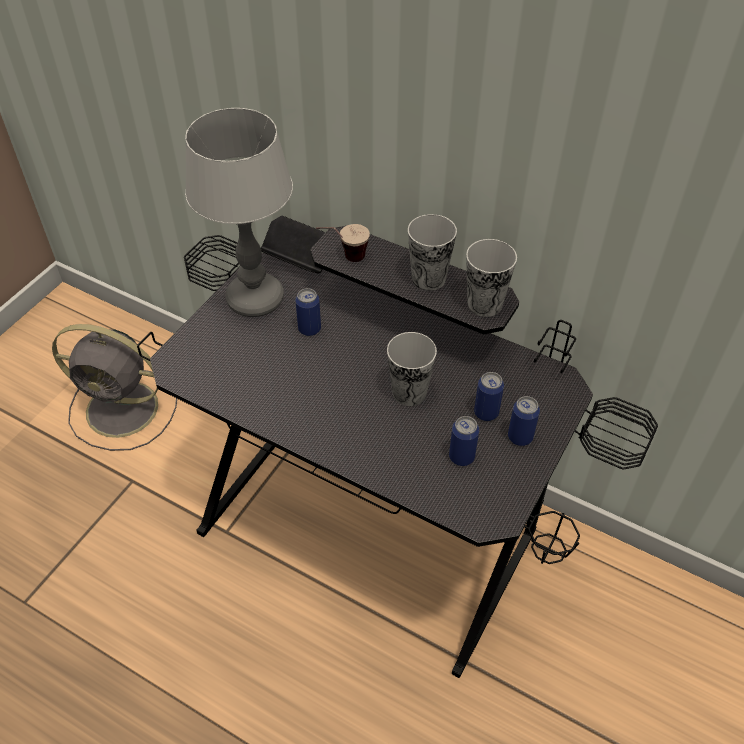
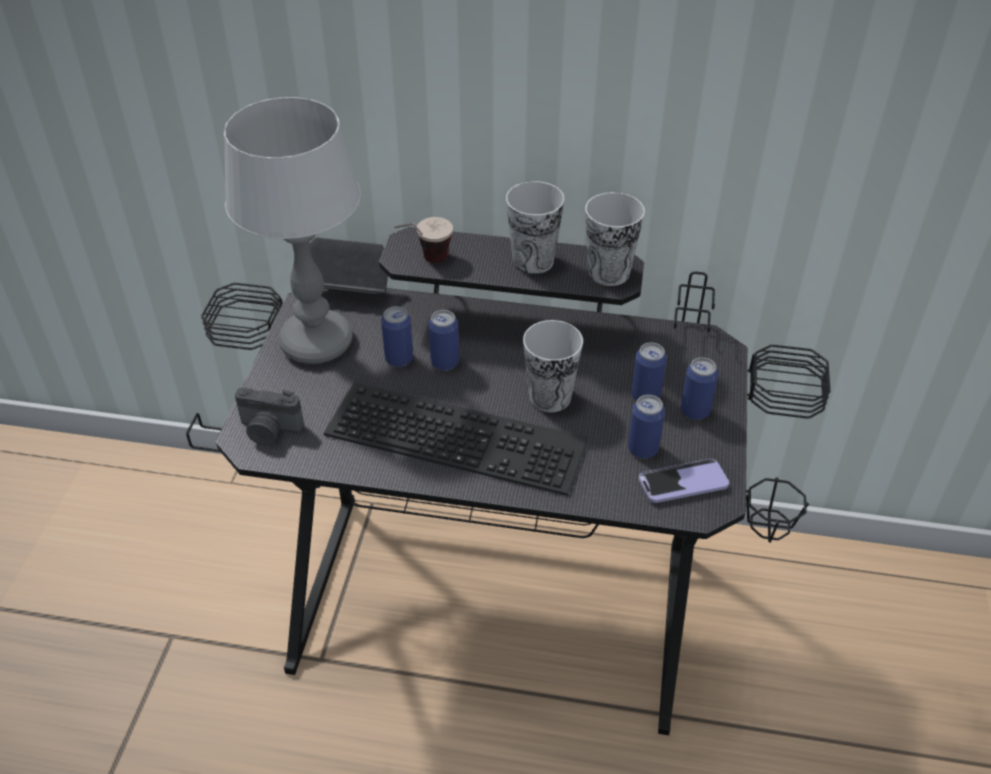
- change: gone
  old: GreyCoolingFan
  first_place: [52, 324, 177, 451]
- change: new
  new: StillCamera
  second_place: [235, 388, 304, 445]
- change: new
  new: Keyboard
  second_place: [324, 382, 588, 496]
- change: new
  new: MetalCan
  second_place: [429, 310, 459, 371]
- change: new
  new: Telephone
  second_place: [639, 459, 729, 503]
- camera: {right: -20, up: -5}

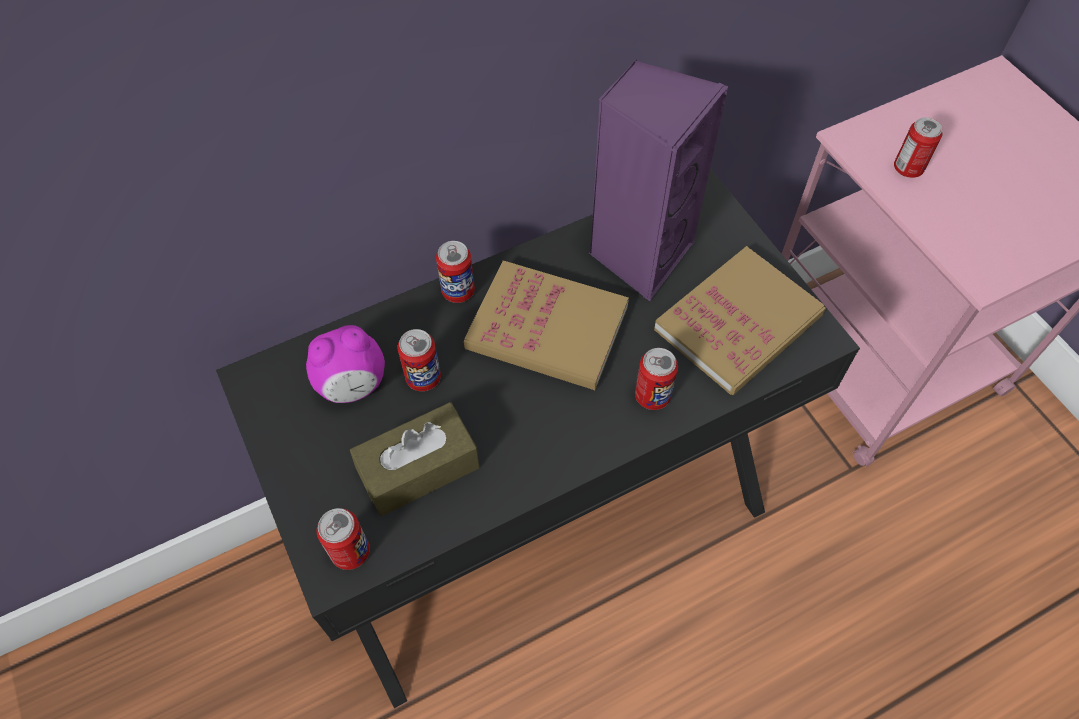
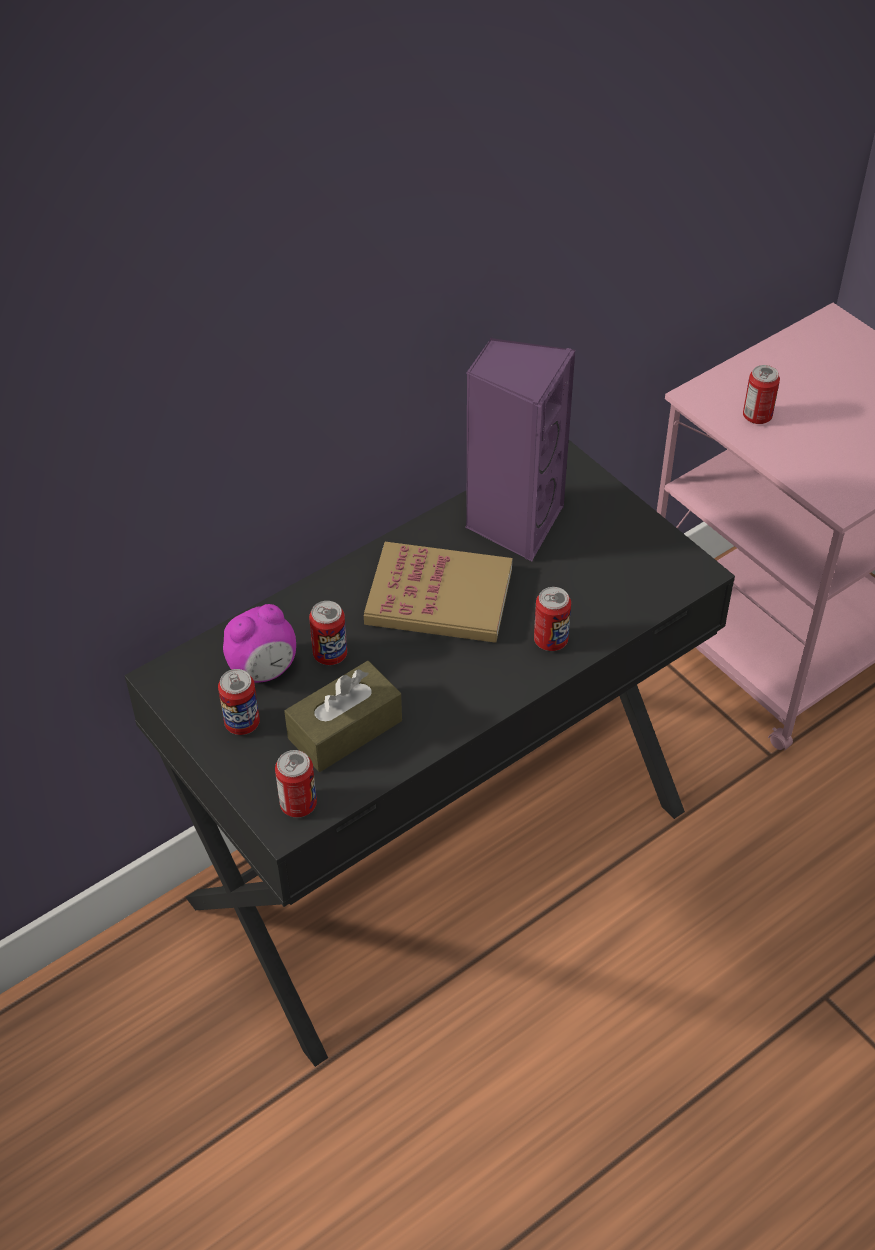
- change: shifted
  old: MetalCan
  first_place: [436, 241, 475, 303]
  second_place: [218, 669, 260, 735]
- change: gone
  old: Volume
  first_place: [654, 246, 826, 395]
- camera: {right: -10, up: -10}

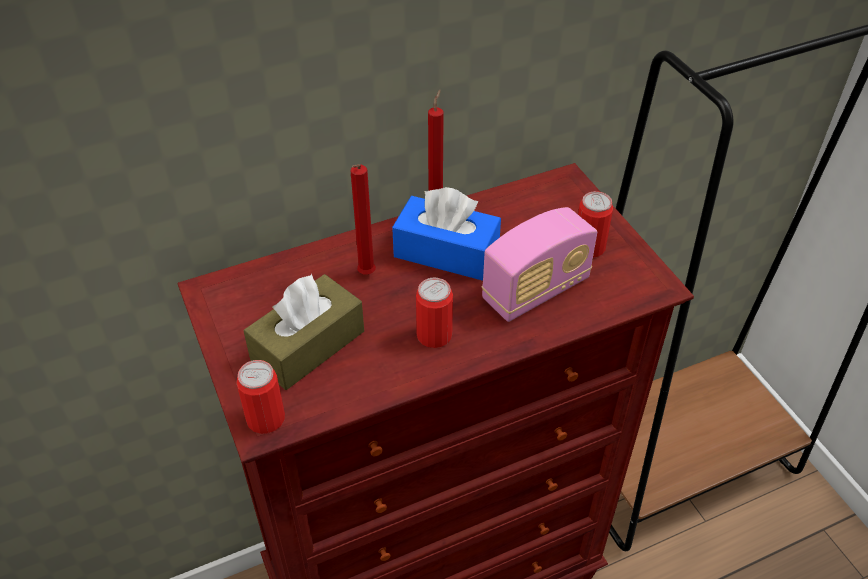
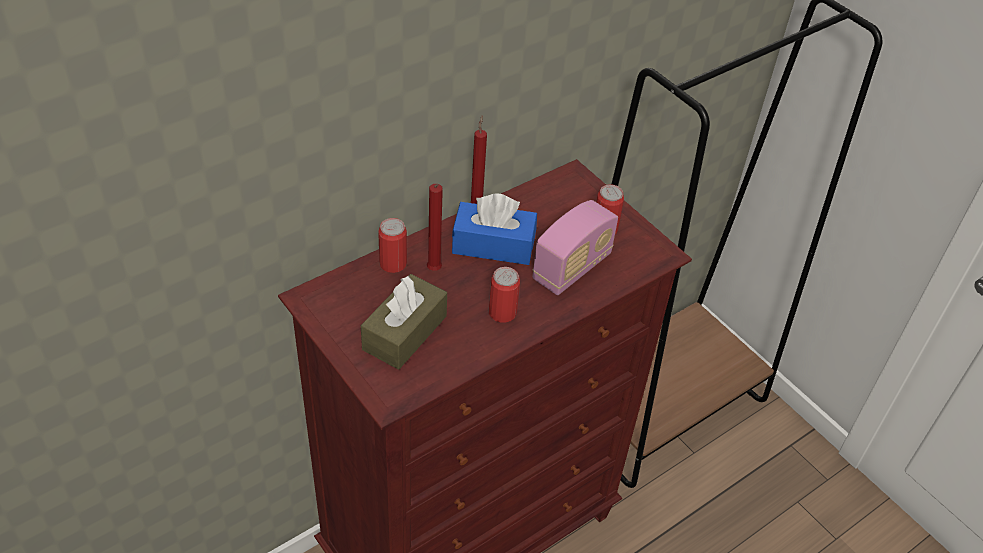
- change: shifted
  old: MetalCan
  first_place: [237, 360, 285, 434]
  second_place: [378, 218, 407, 273]
- camera: {right: -15, up: 0}

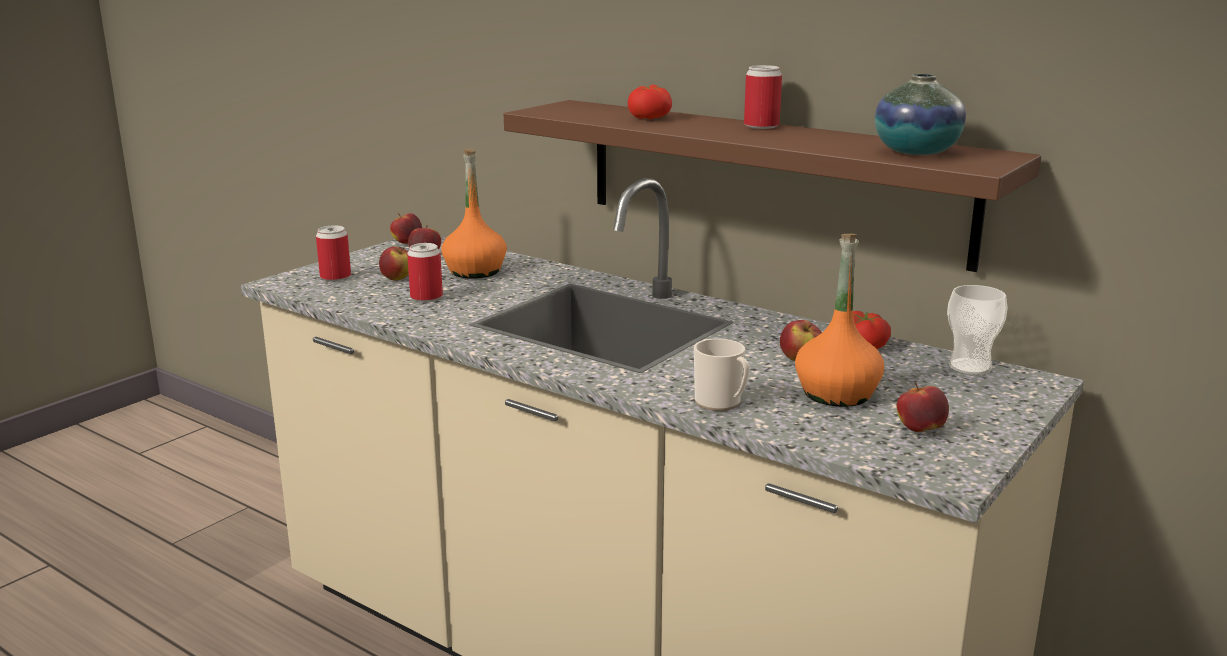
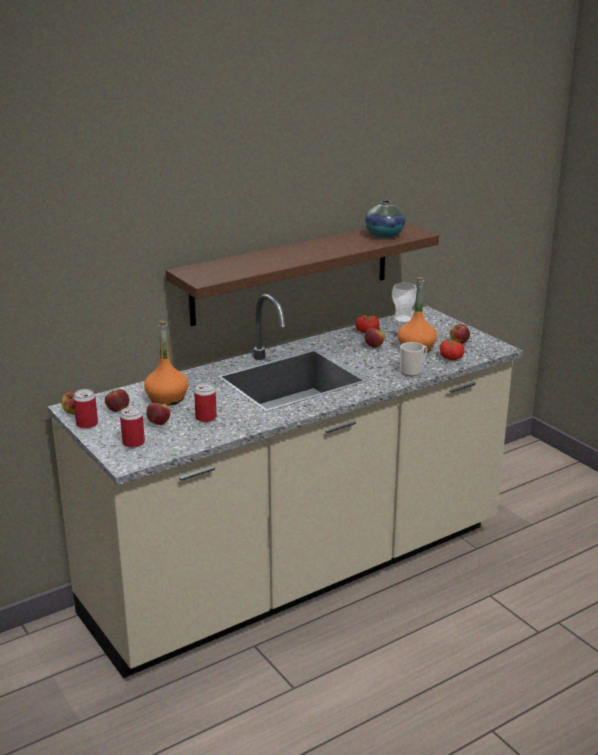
- change: shifted
  old: FreshTomato
  first_place: [628, 85, 672, 120]
  second_place: [440, 340, 464, 360]
- change: shifted
  old: MetalCan
  first_place: [744, 65, 782, 129]
  second_place: [73, 389, 98, 429]
- camera: {right: -70, up: 5}

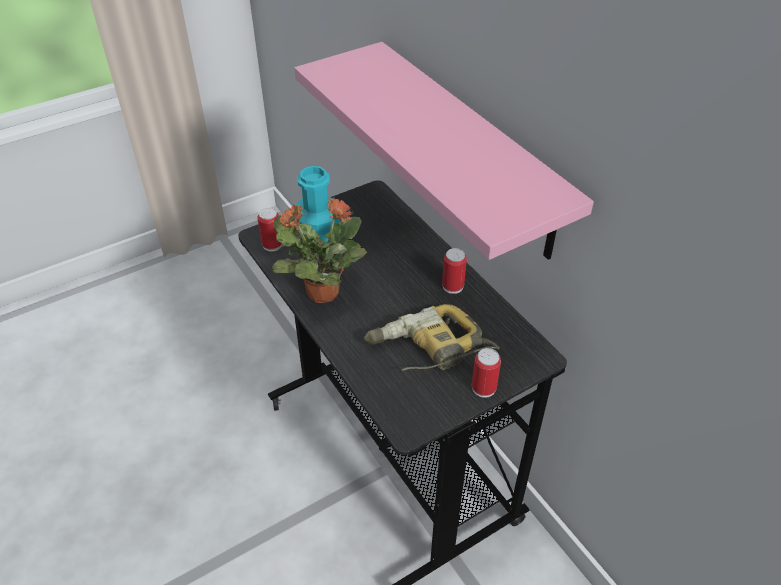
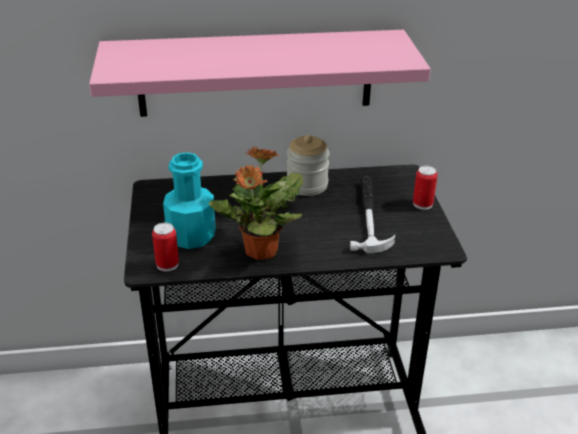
- change: swapped
  old: Drill
  new: ToolHammer
  first_place: [364, 304, 500, 370]
  second_place: [350, 176, 396, 253]
- change: swapped
  old: MetalCan
  new: Jar
  first_place: [442, 248, 467, 294]
  second_place: [287, 135, 330, 196]
- camera: {right: -65, up: -10}

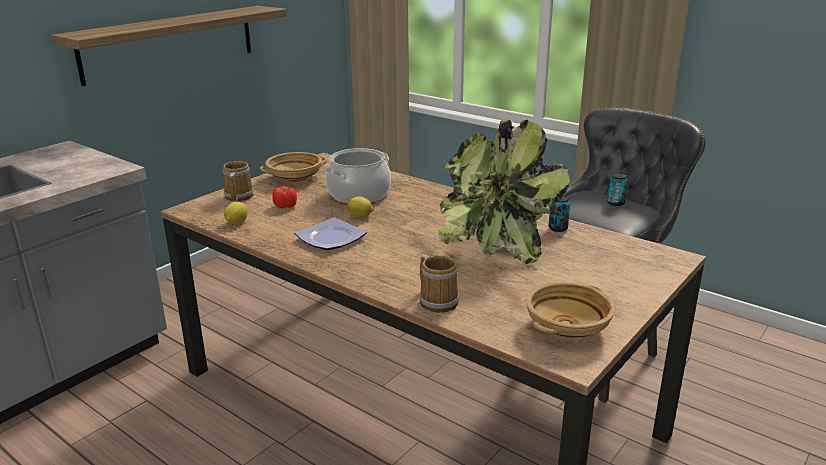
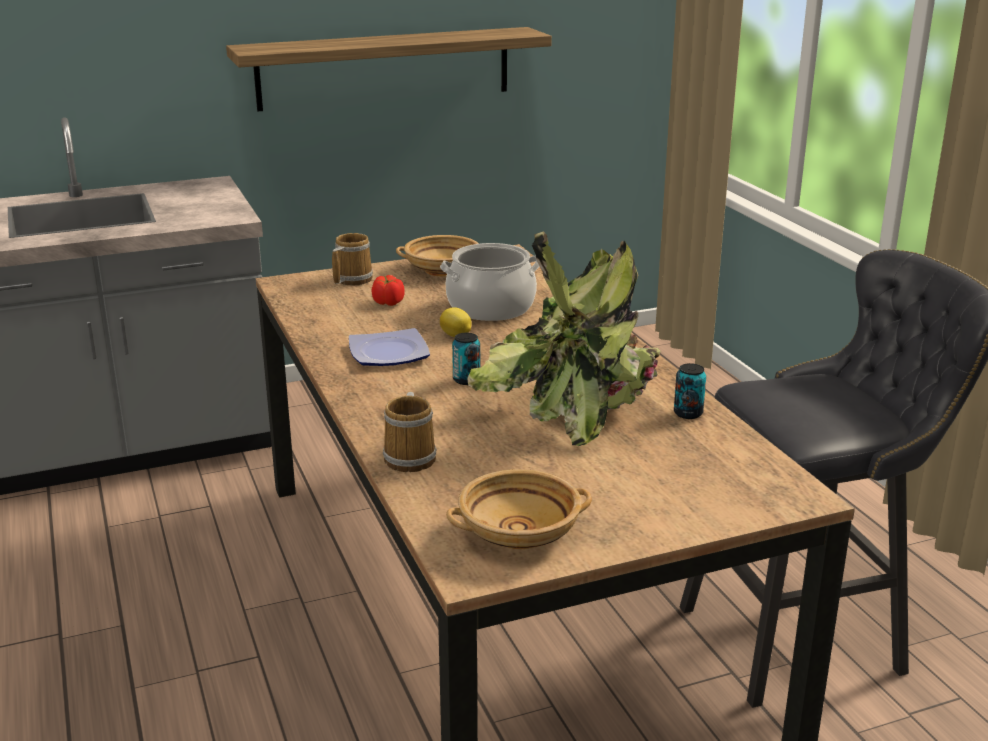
- change: gone
  old: WholeLemon
  first_place: [224, 202, 248, 224]
- change: shifted
  old: MetalCan
  first_place: [607, 173, 628, 206]
  second_place: [452, 333, 480, 385]
- camera: {right: 30, up: 0}

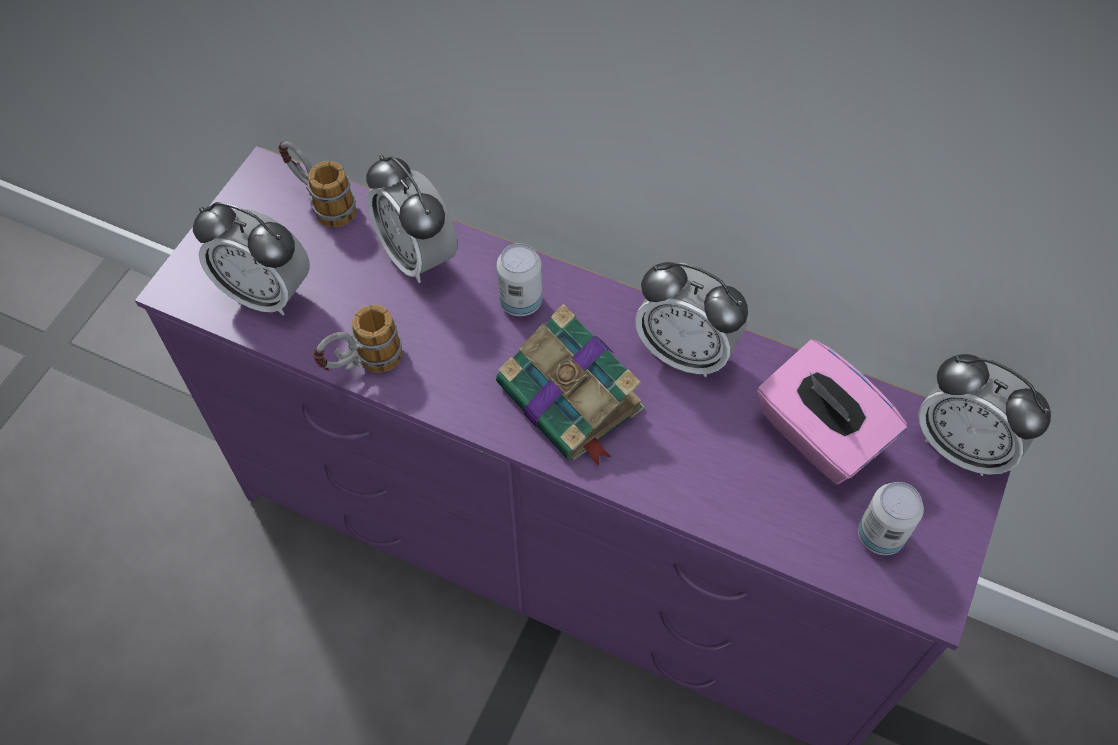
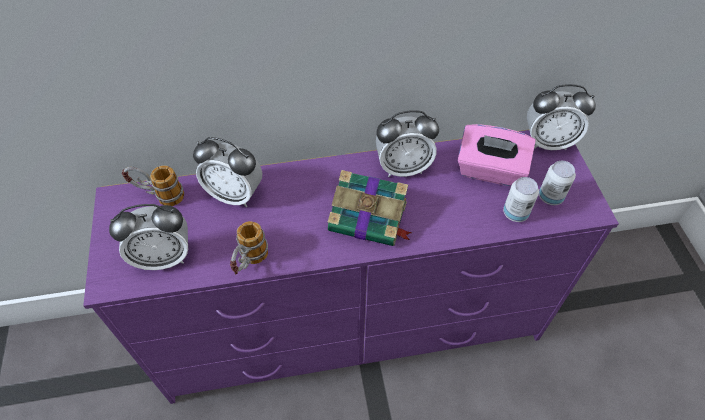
- change: shifted
  old: MetalCan
  first_place: [497, 243, 542, 316]
  second_place: [503, 177, 539, 222]
- camera: {right: -35, up: -5}

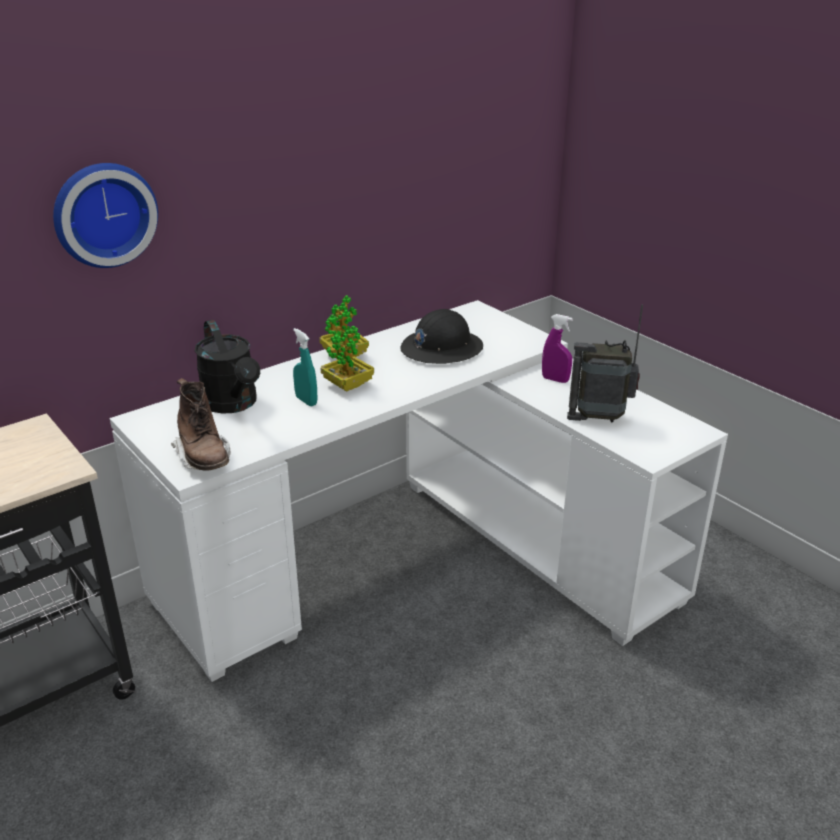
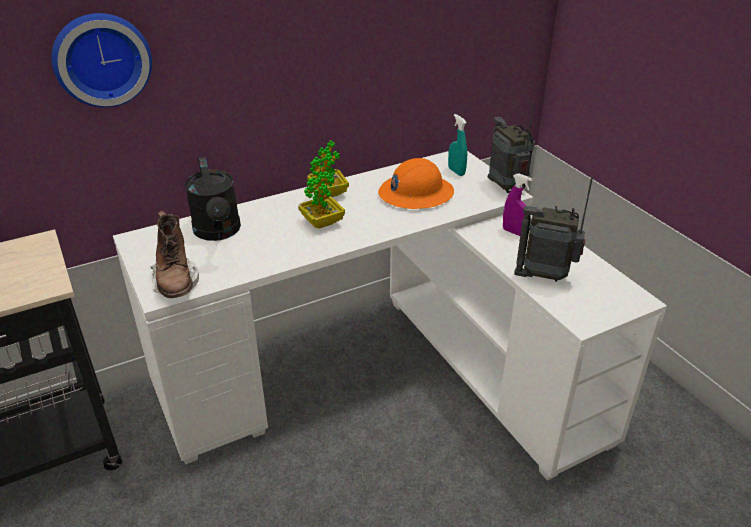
- change: shifted
  old: TurquoiseSprayBottle
  first_place: [293, 328, 318, 406]
  second_place: [448, 114, 467, 176]
- change: repainted
  old: BlackishWorkHelmet
  new: OrangeyWorkHelmet
  first_place: [400, 309, 483, 364]
  second_place: [378, 158, 454, 209]
- change: new
  new: RadioReceiver
  second_place: [488, 101, 535, 193]
- camera: {right: 10, up: 5}

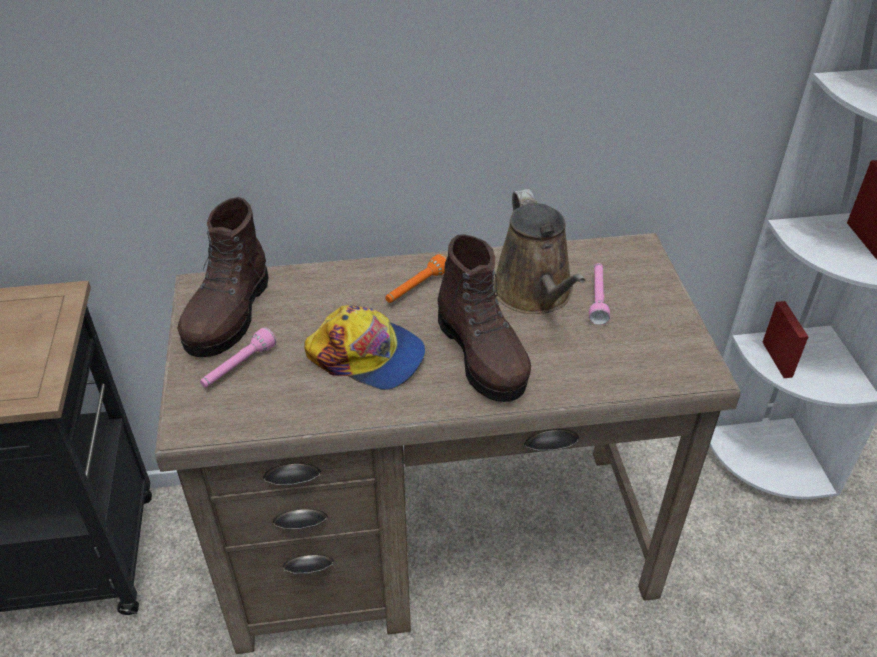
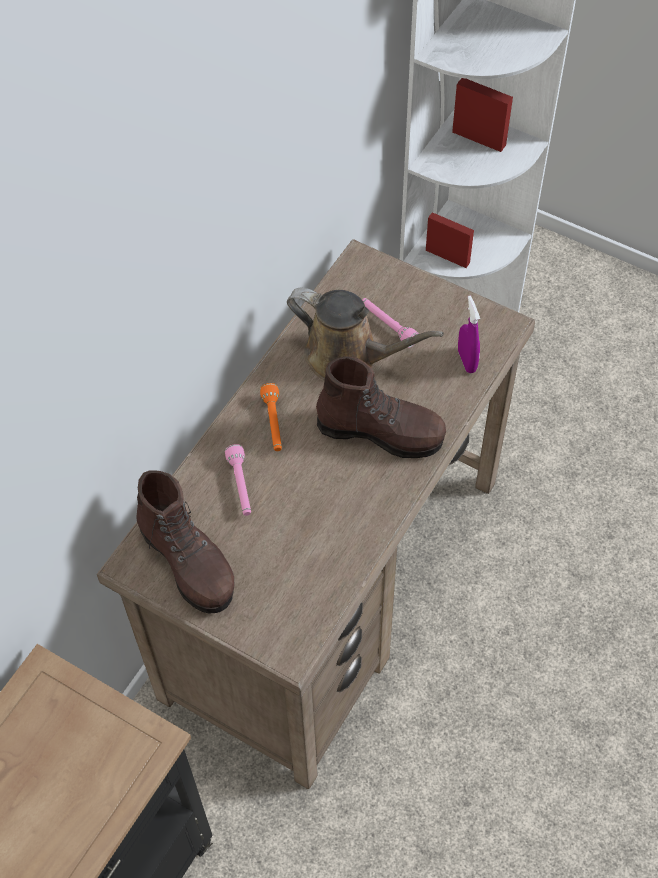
- change: shifted
  old: PinkColouredFlashlight
  first_place: [200, 327, 276, 387]
  second_place: [225, 444, 251, 516]
- change: gone
  old: PeakedCap
  first_place: [304, 305, 425, 390]
- change: new
  new: PurpleColouredSprayBottle
  second_place: [458, 296, 480, 373]
- camera: {right: -50, up: 15}

